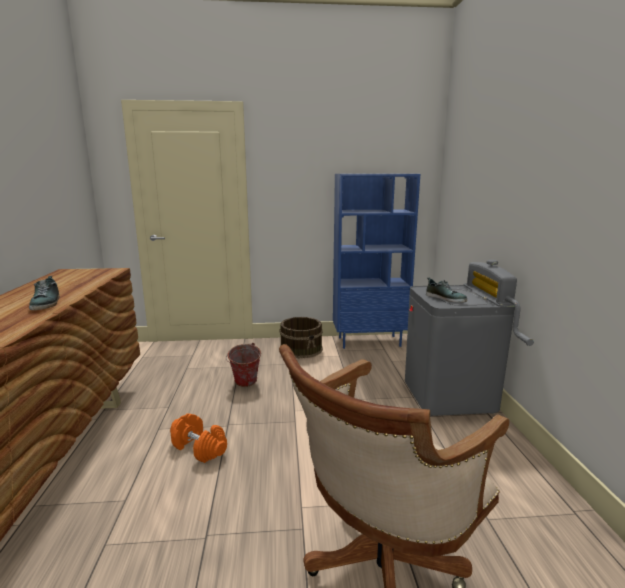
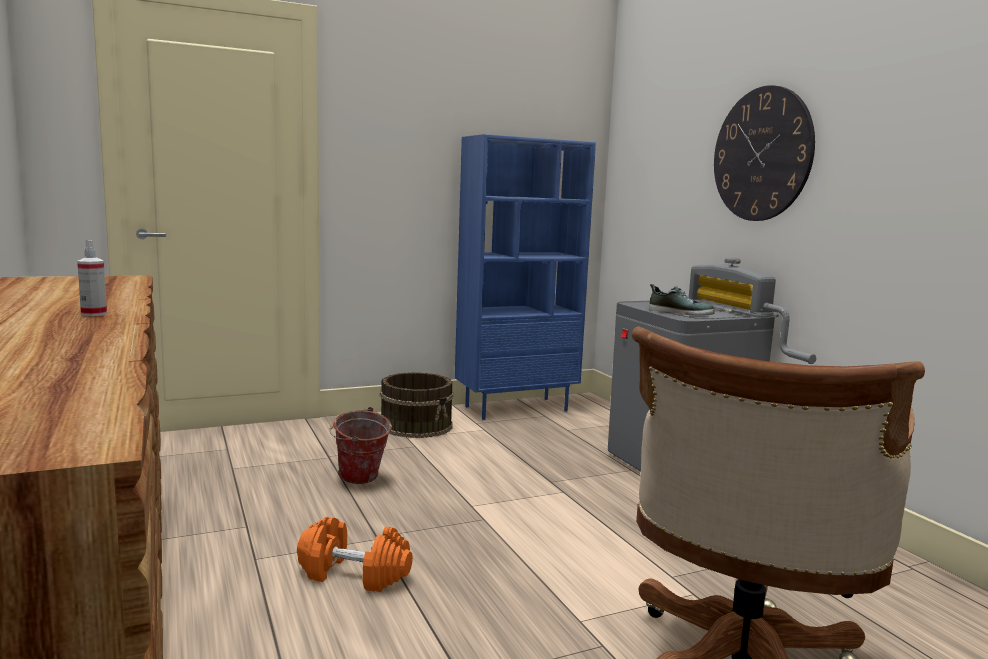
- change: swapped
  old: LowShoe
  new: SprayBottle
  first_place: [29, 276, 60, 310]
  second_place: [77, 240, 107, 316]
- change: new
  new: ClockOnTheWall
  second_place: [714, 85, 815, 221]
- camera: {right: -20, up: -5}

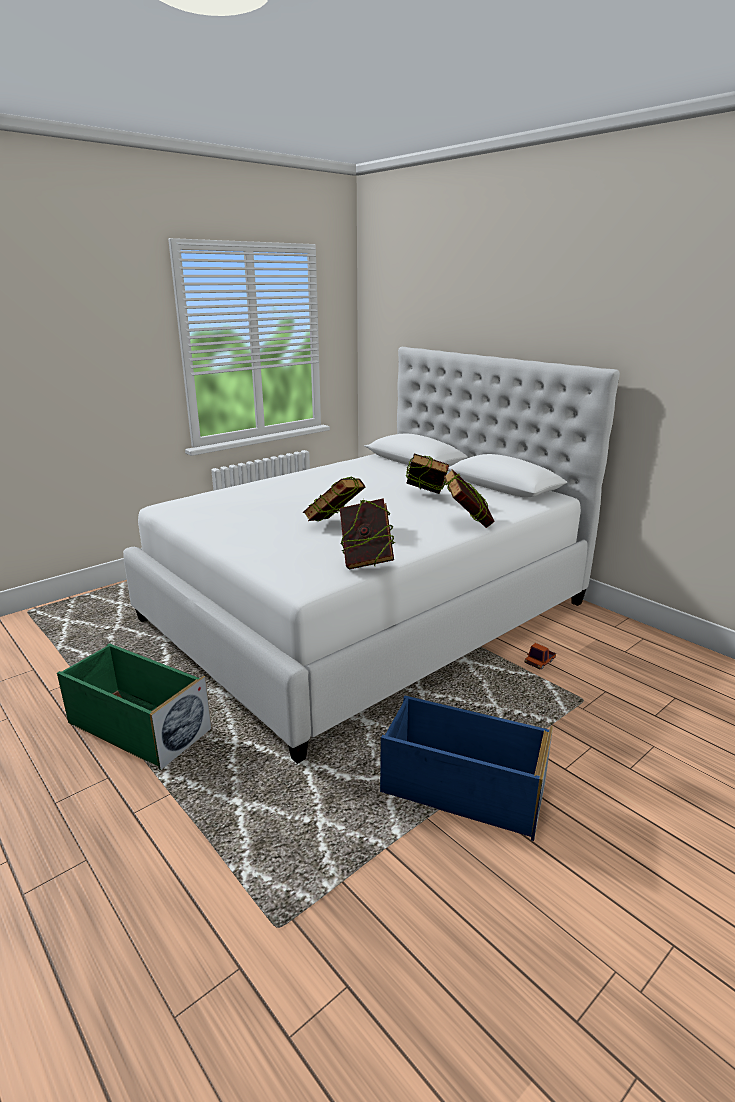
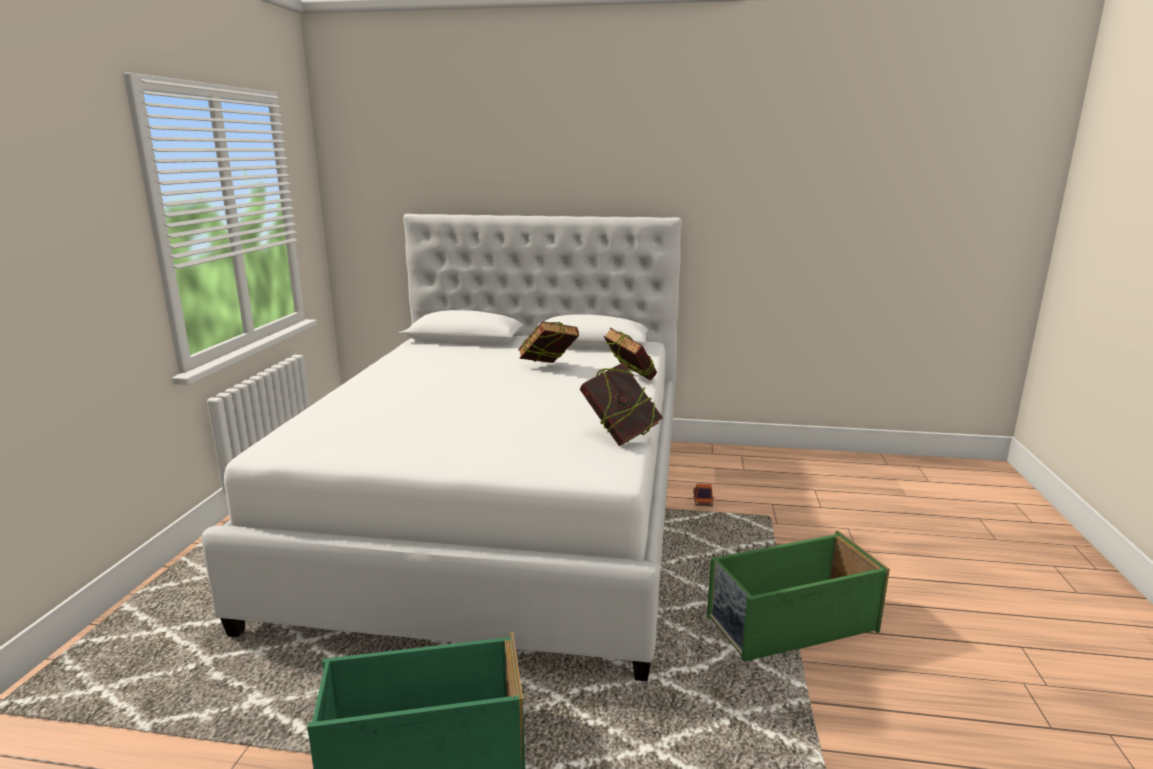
- change: gone
  old: Volume
  first_place: [303, 476, 365, 521]
- change: repainted
  old: BluishStorageBin
  new: GreenishStorageBin
  first_place: [380, 696, 553, 841]
  second_place: [707, 530, 890, 662]
- camera: {right: -40, up: -5}

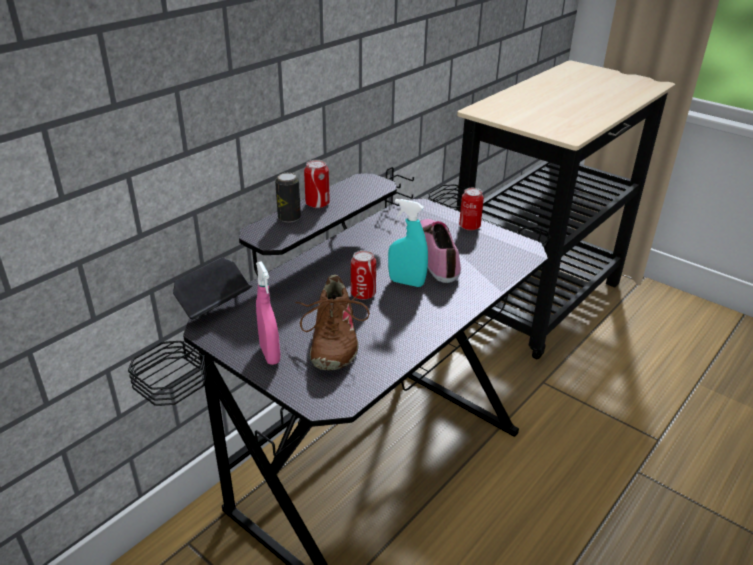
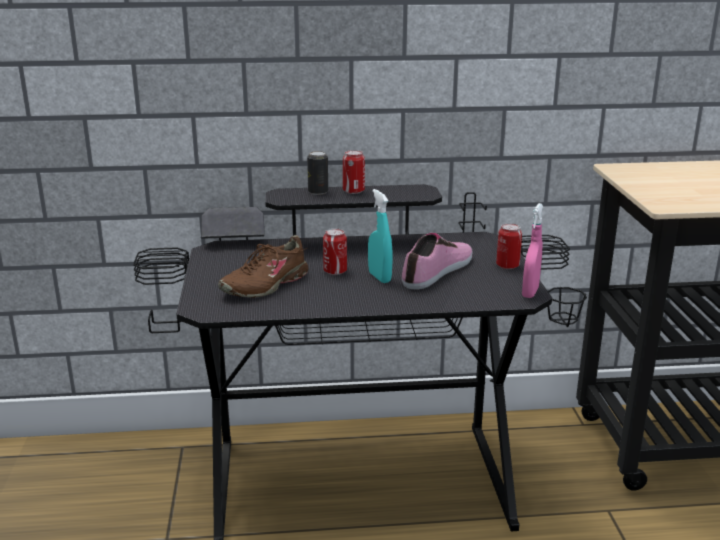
- change: shifted
  old: PinkColouredSprayBottle
  first_place: [256, 261, 280, 365]
  second_place: [522, 203, 543, 298]
- camera: {right: 45, up: -10}

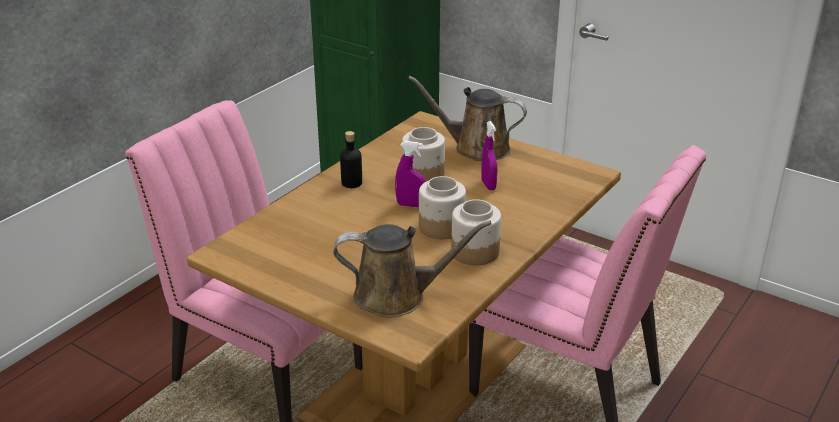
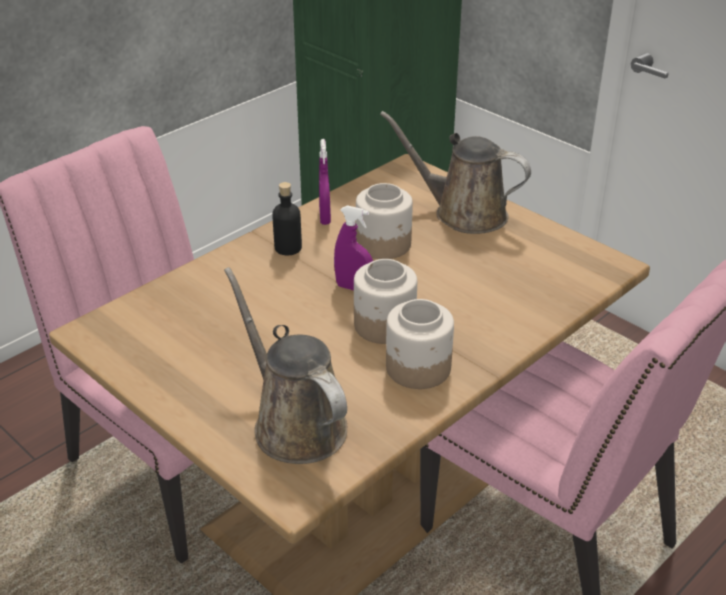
- change: rotated
  old: BrownWateringCan
  first_place: [333, 221, 491, 317]
  second_place: [224, 267, 347, 464]
  degrees: -135
- change: shifted
  old: PurpleColouredSprayBottle
  first_place: [481, 121, 497, 190]
  second_place: [319, 139, 331, 225]
- camera: {right: 10, up: 5}

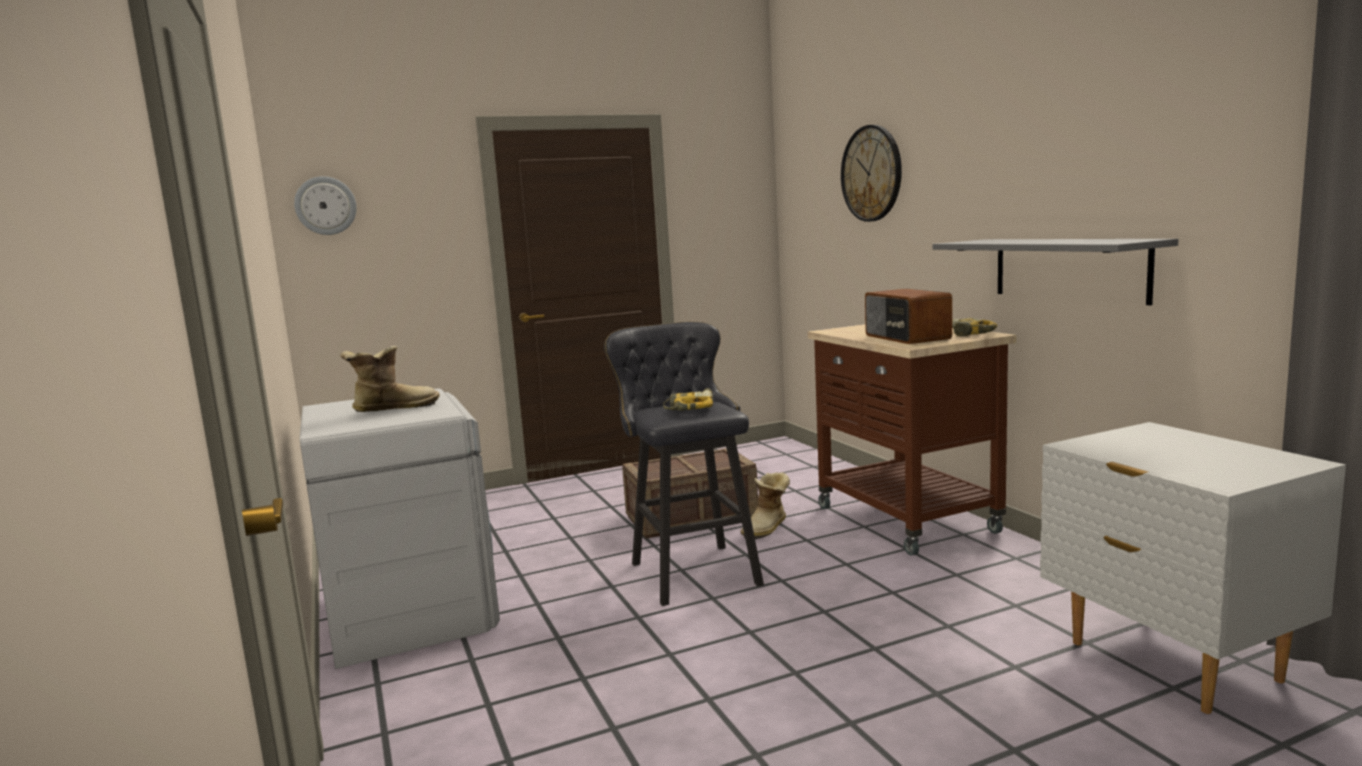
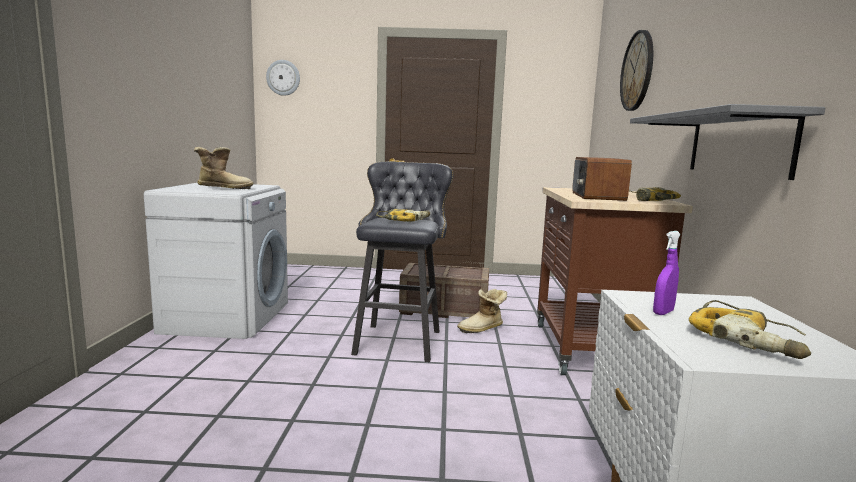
- change: new
  new: PurpleColouredSprayBottle
  second_place: [653, 231, 680, 315]
- change: new
  new: Drill
  second_place: [689, 300, 811, 359]
- camera: {right: 25, up: 0}

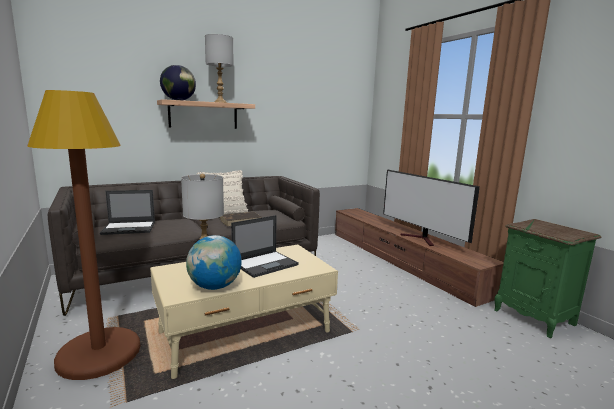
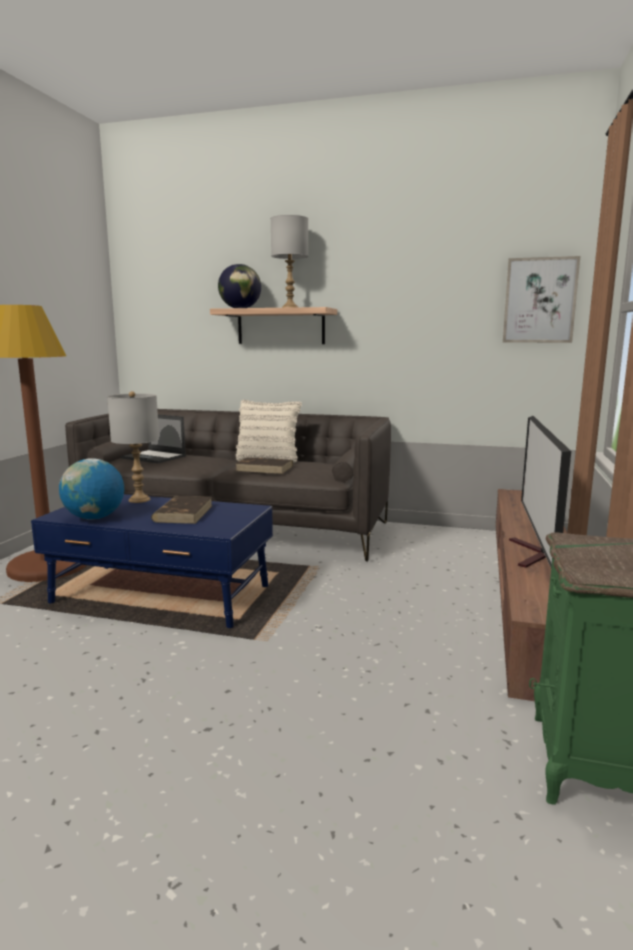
- change: repainted
  old: BeigeColouredLoungeTable
  new: BluishLoungeTable
  first_place: [150, 245, 338, 379]
  second_place: [31, 494, 273, 628]
- change: swapped
  old: PortableComputer
  new: BrownVolume
  first_place: [231, 215, 299, 278]
  second_place: [151, 496, 213, 524]
- change: new
  new: WallArt
  second_place: [503, 256, 580, 343]
- camera: {right: 45, up: 0}

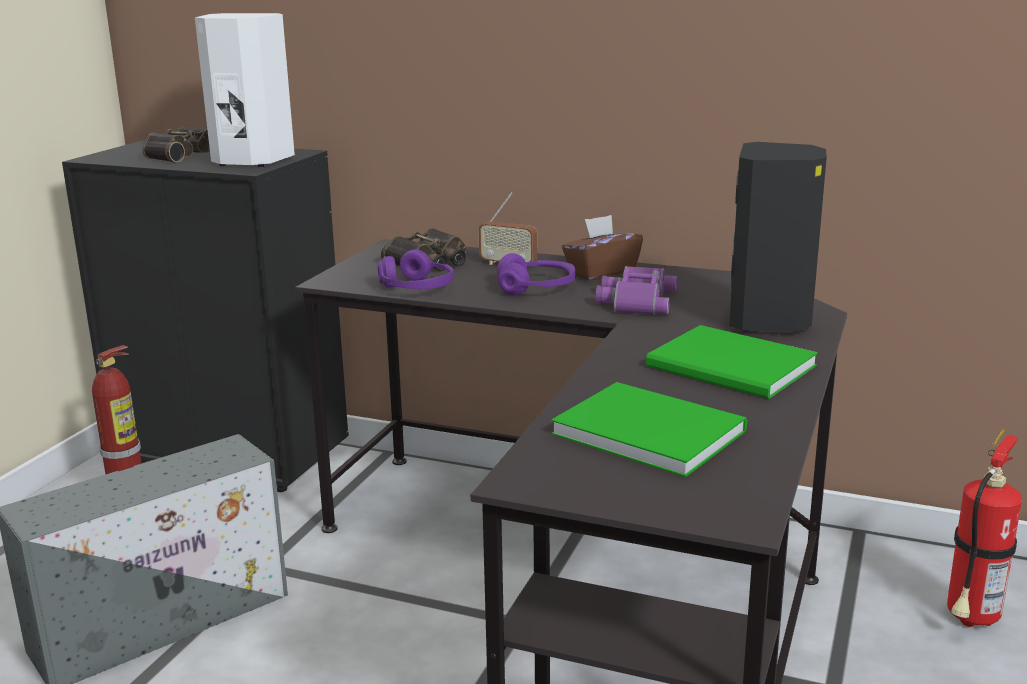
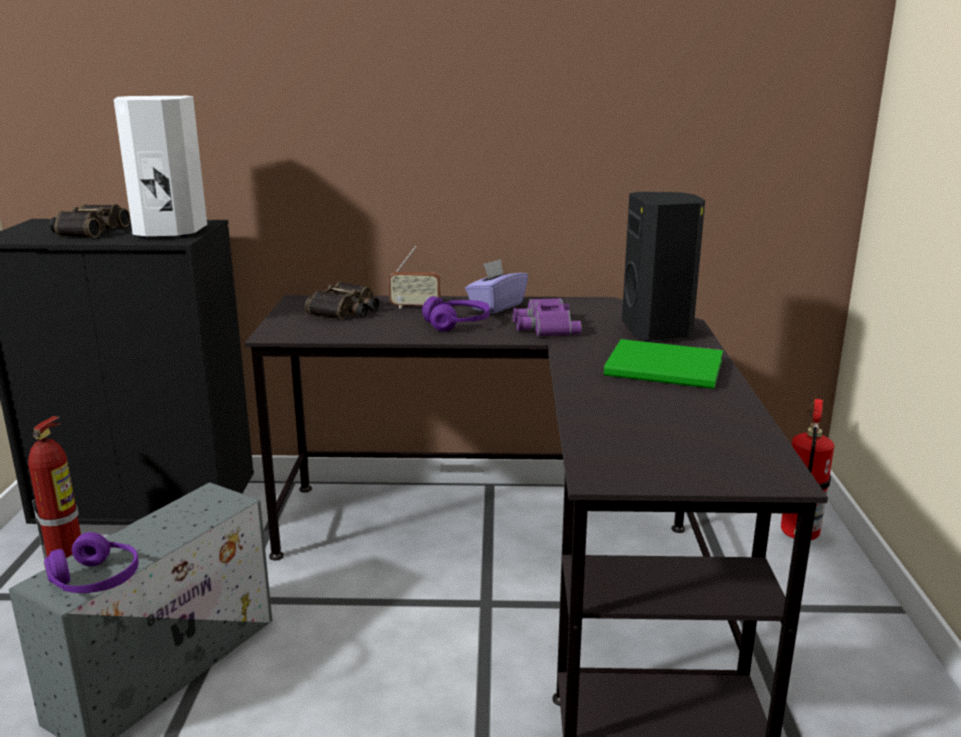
- change: shifted
  old: PurpleColouredHeadphones
  first_place: [378, 249, 454, 289]
  second_place: [44, 532, 138, 593]
- change: gone
  old: GreenishVolume
  first_place: [551, 382, 747, 477]
- change: repainted
  old: BrownTissueBox
  new: PurpleColouredTissueBox
  first_place: [562, 215, 643, 280]
  second_place: [465, 259, 528, 314]
- camera: {right: -20, up: 0}

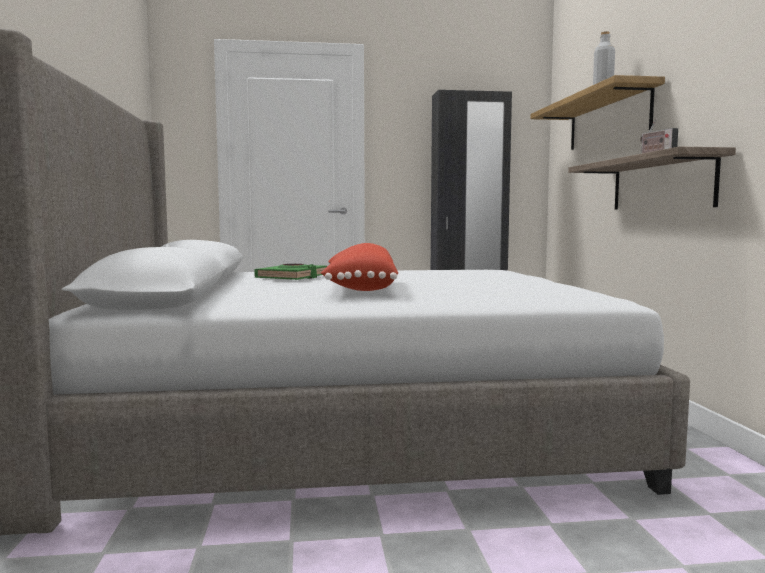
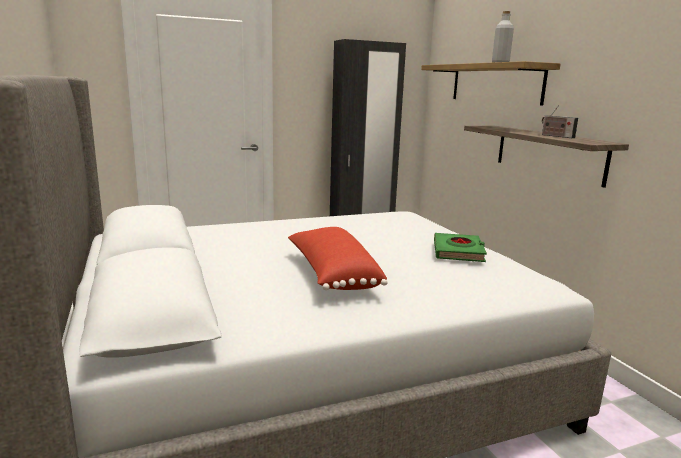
- change: shifted
  old: GreenishVolume
  first_place: [254, 264, 327, 280]
  second_place: [434, 233, 487, 262]
- camera: {right: -15, up: 10}

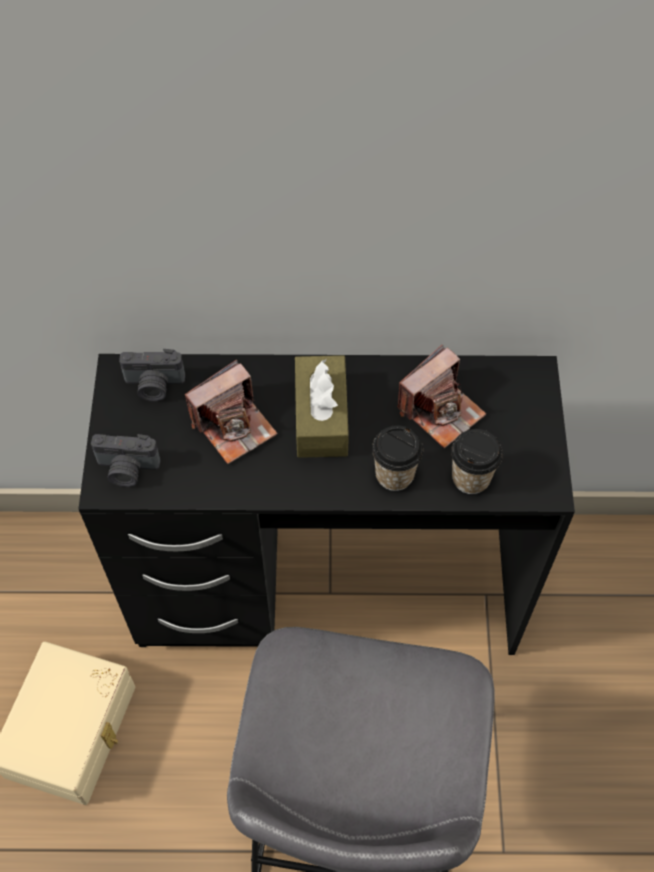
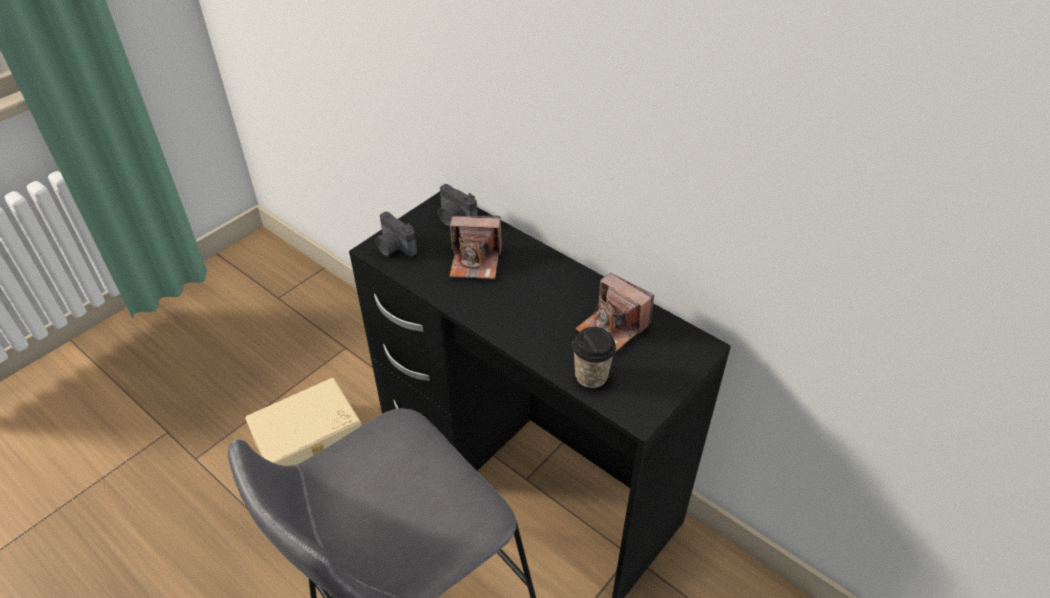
- change: gone
  old: BrownTissueBox
  first_place: [295, 355, 349, 458]
- change: gone
  old: DrinkingCup
  first_place: [372, 425, 423, 491]
- change: rotated
  old: StillCamera
  first_place: [397, 345, 486, 448]
  second_place: [575, 273, 654, 352]
  degrees: 45
- camera: {right: 40, up: -15}

